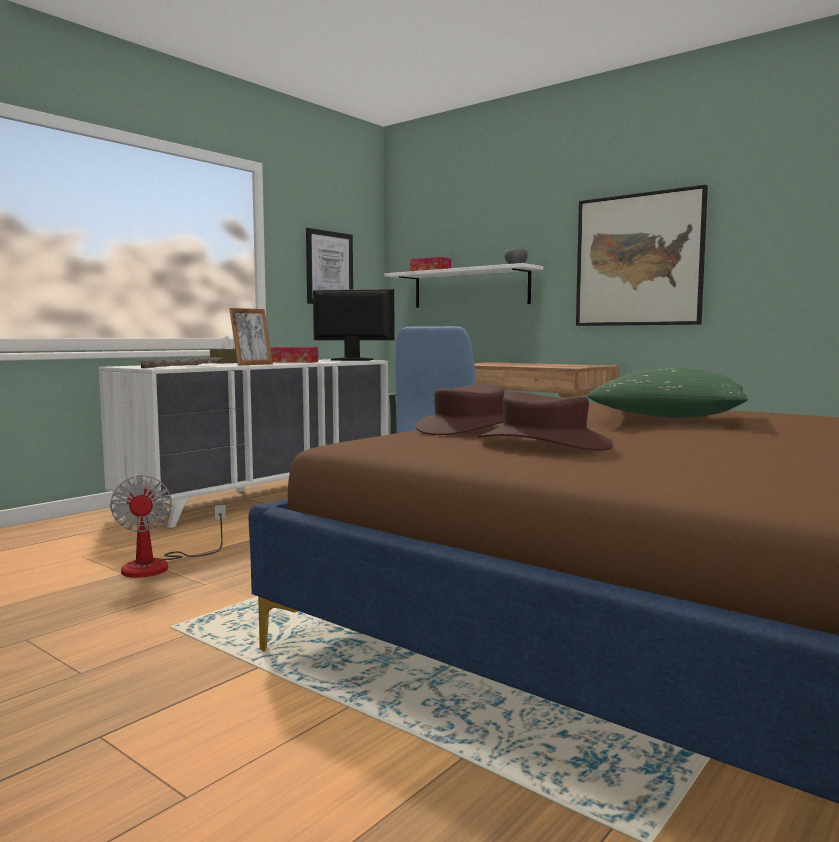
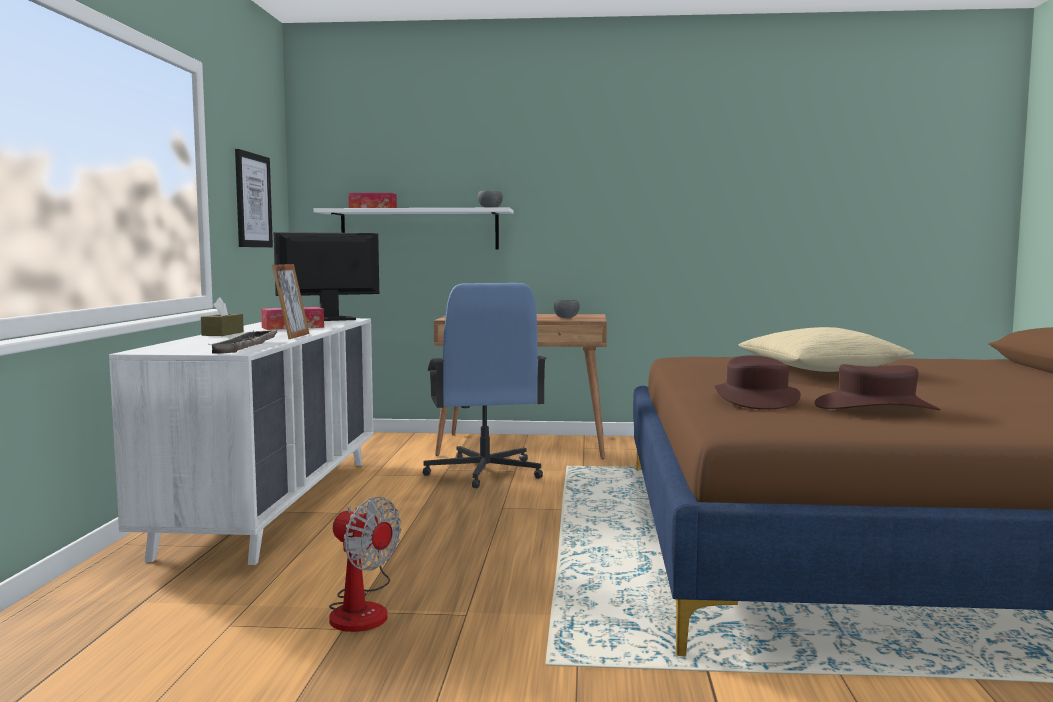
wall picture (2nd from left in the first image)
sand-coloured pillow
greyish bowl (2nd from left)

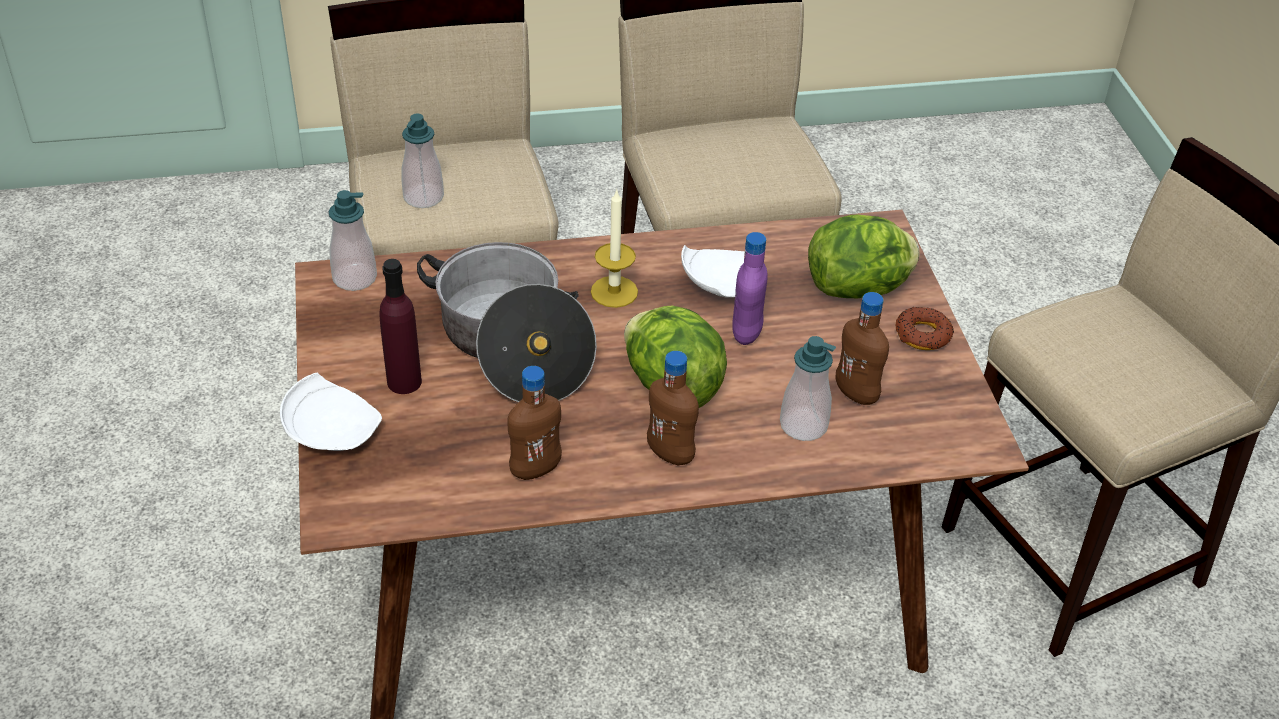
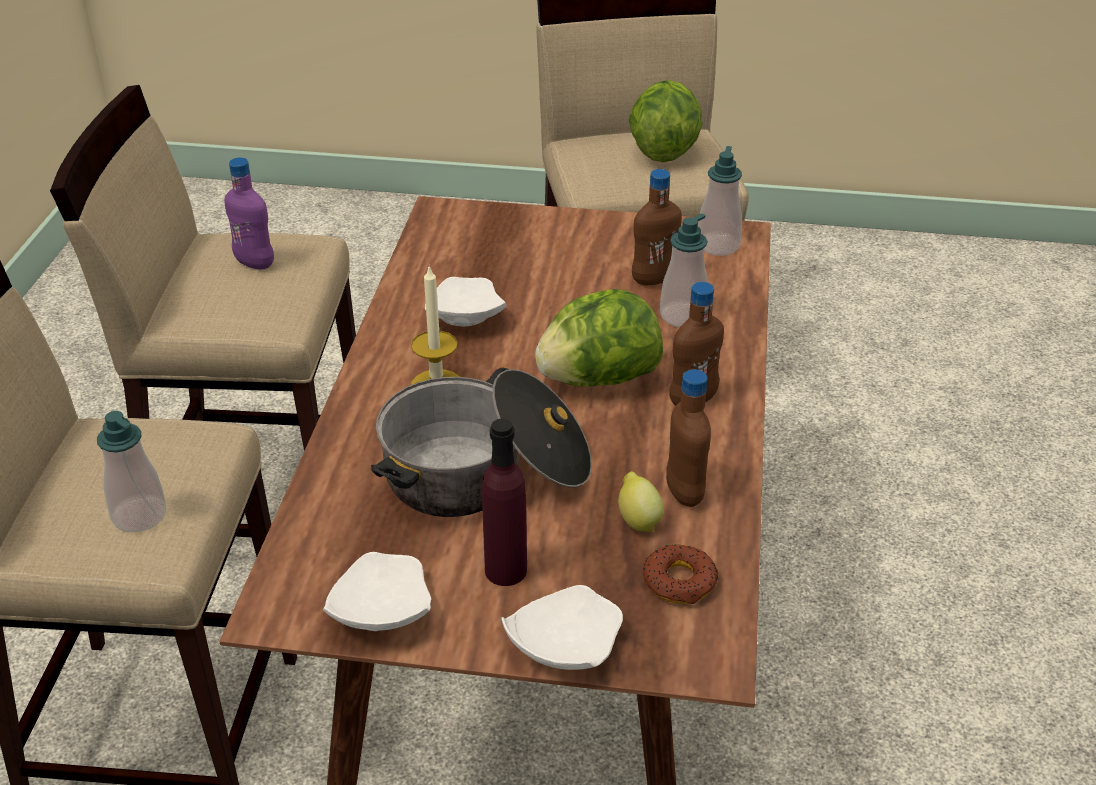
liquid soap bottle (3rd from left)
head of lettuce (2nd from left)
purple drink bottle (1st from left)
doughnut
lemon
whitish plate (1st from left)

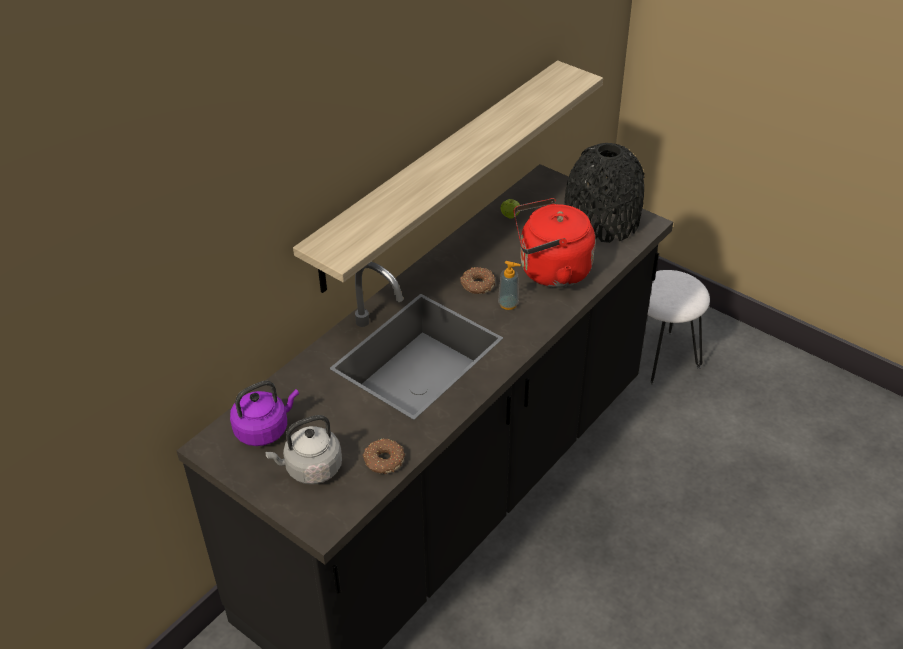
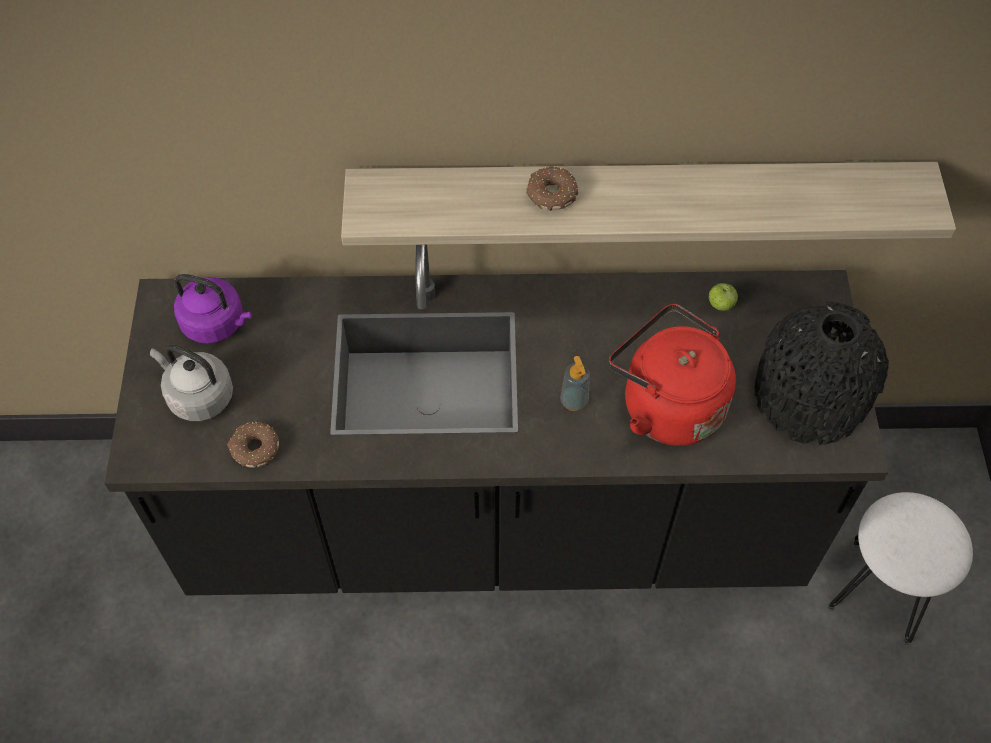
doughnut (2nd from left)

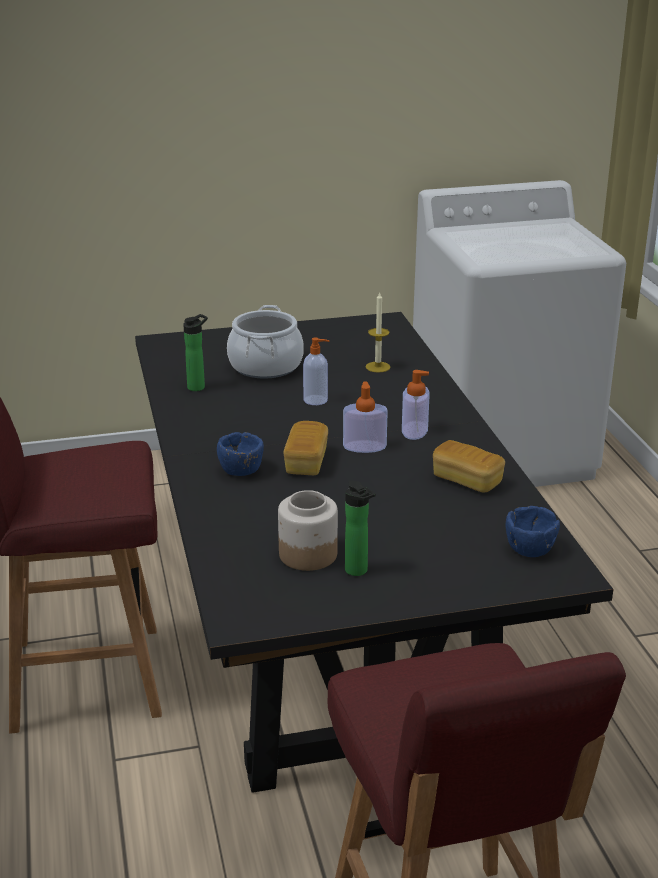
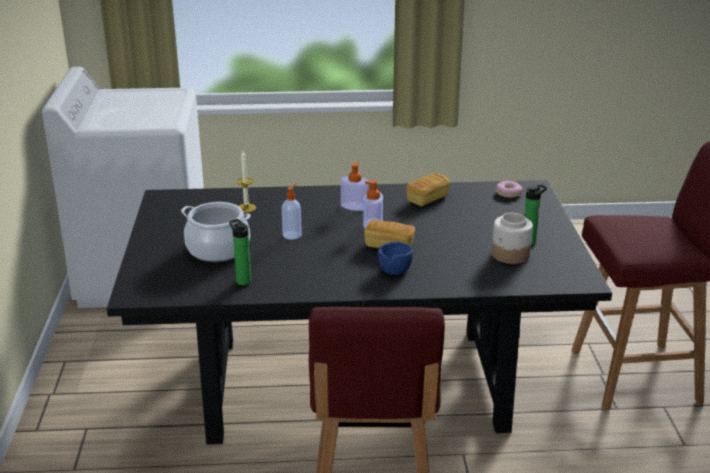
doughnut

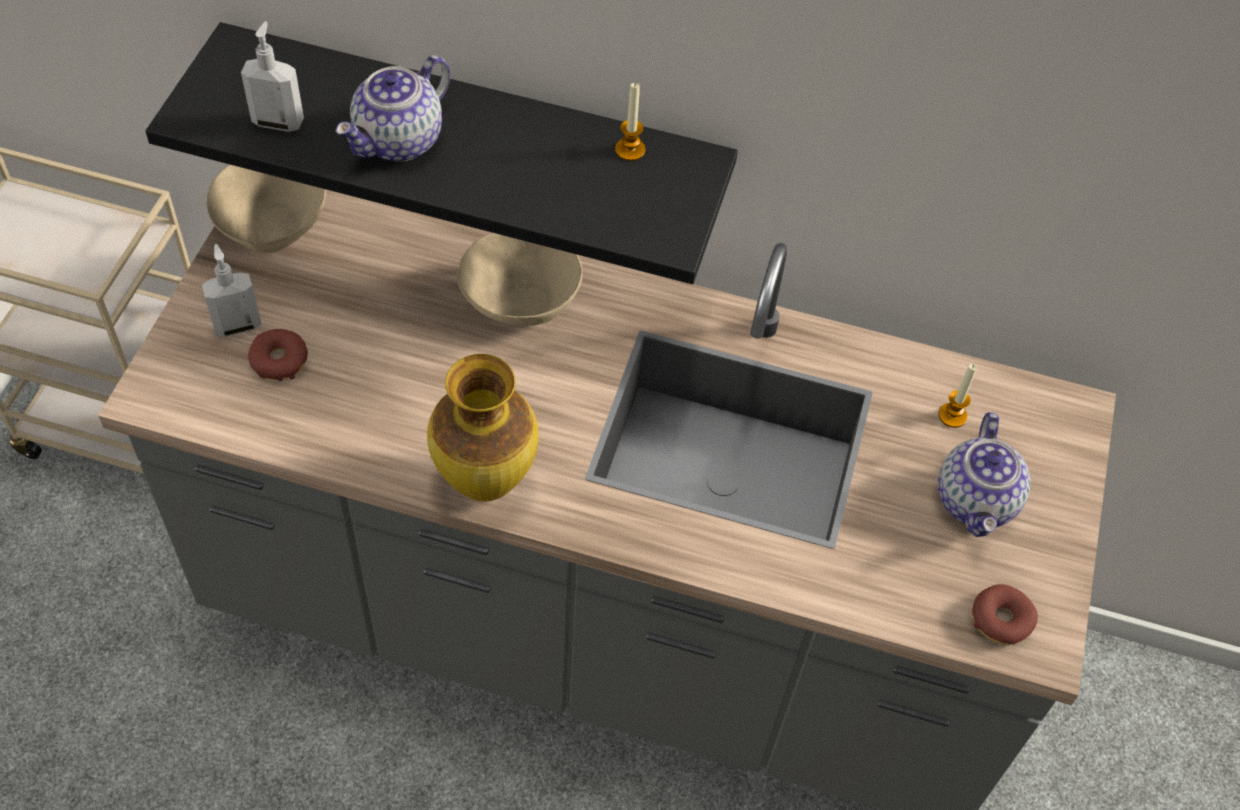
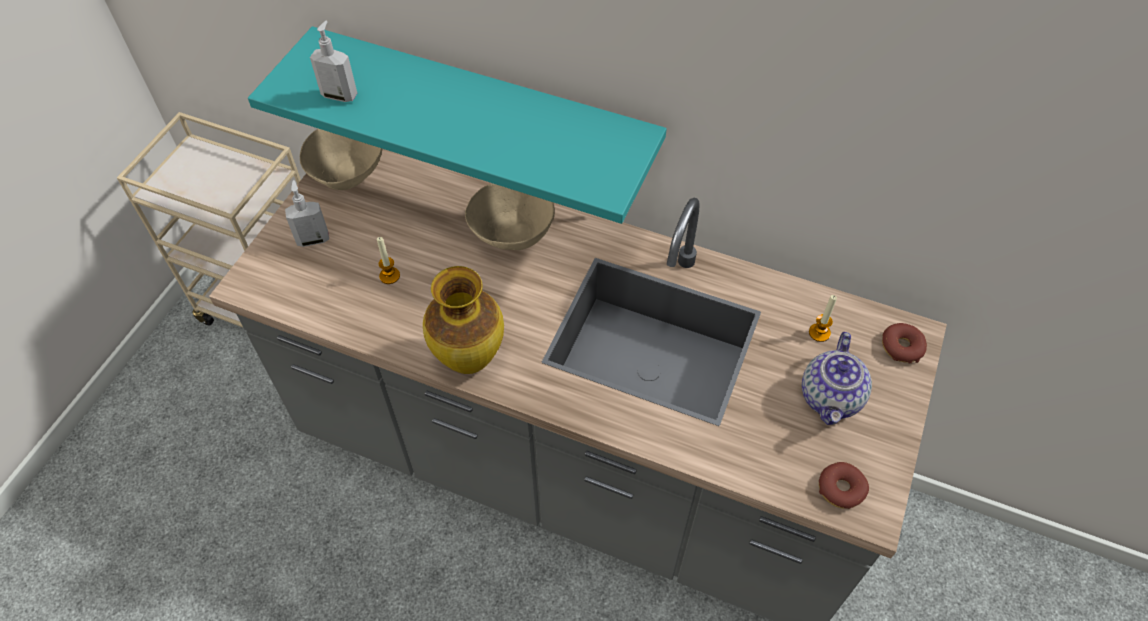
blue-green bracket shelf
pot for tea (1st from left in the first image)
wax light (1st from left)
doughnut (2nd from left)

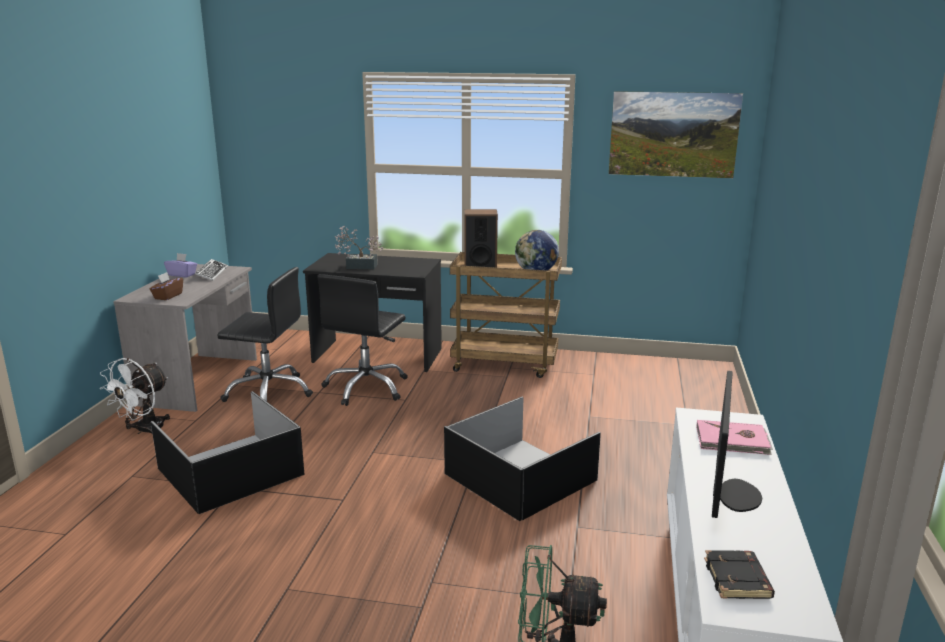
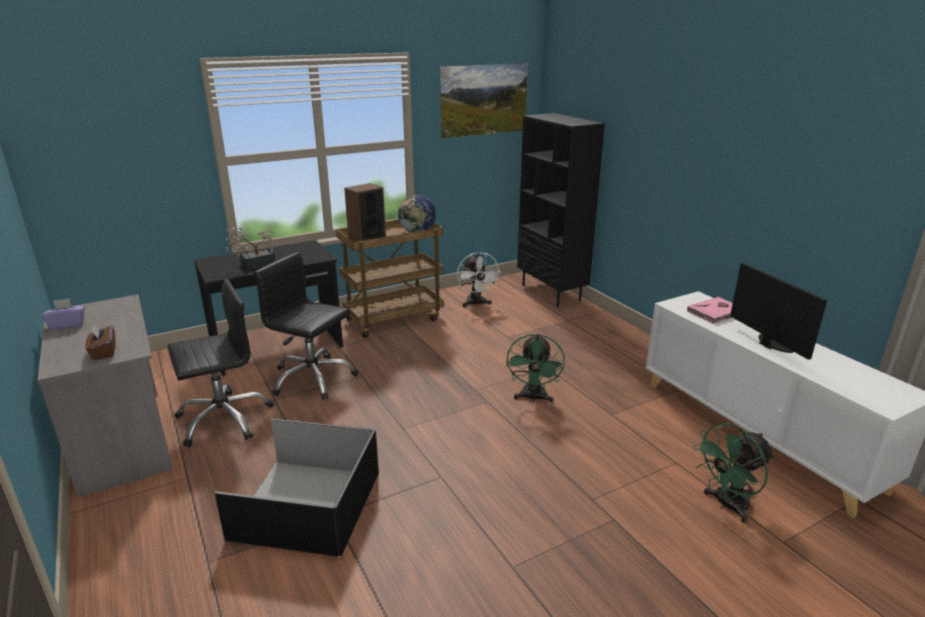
PC keyboard
blackish office chair (2nd from left)
whitish electric fan
greenish electric fan (1st from left)
blackish book
blackish shelving unit

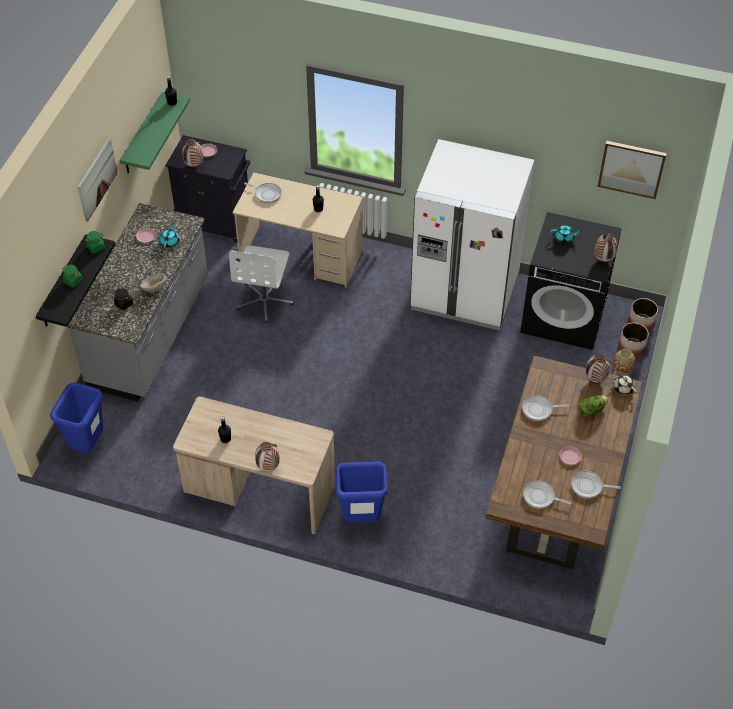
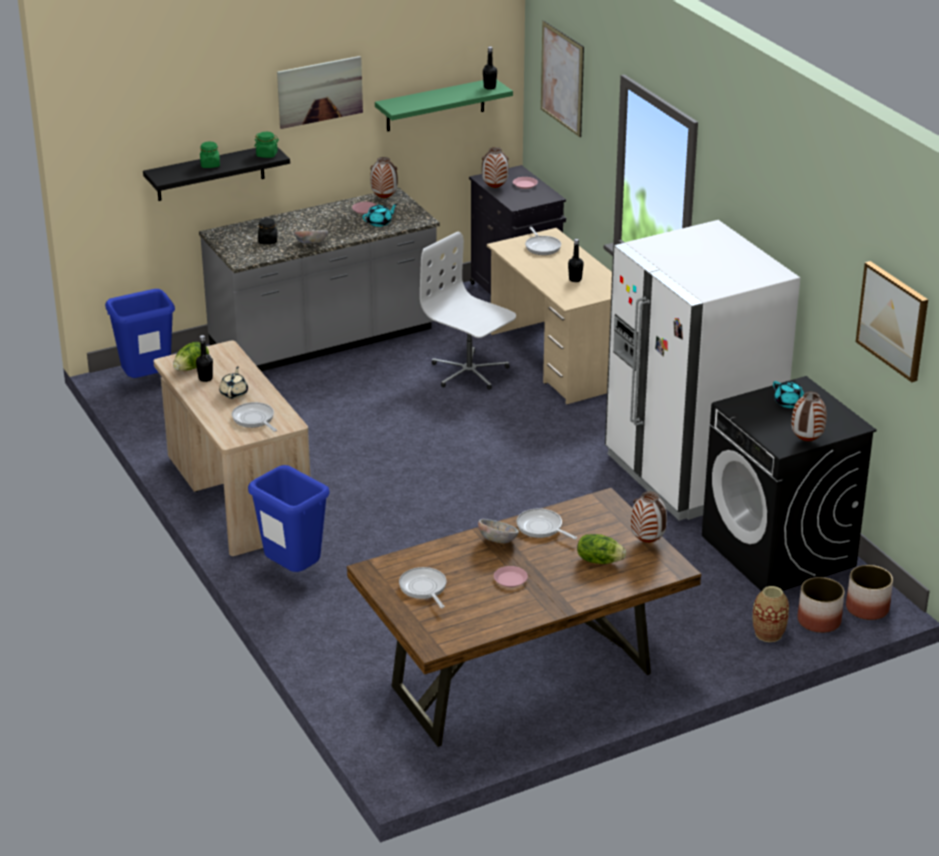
whitish office chair
sand-coloured pot for tea
decorative vase (1st from left)
frying pan (1st from left)
wall picture (2nd from left)
head of lettuce (1st from left)
bowl (2nd from left)

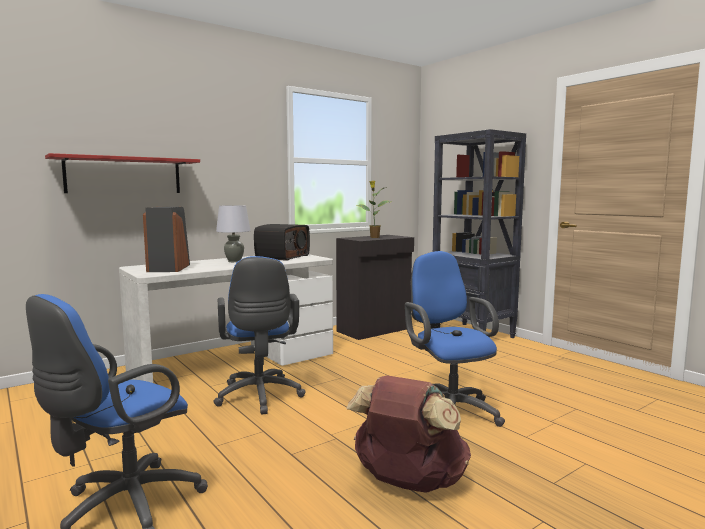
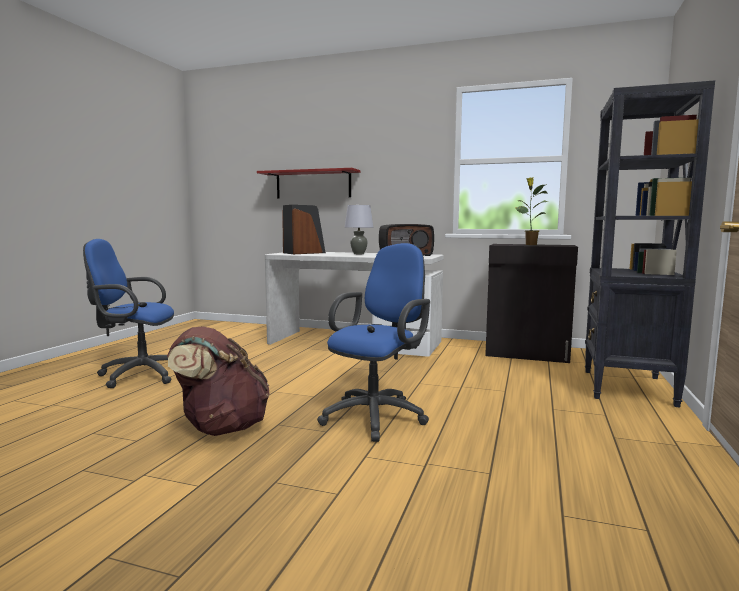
blue office chair (2nd from left in the first image)

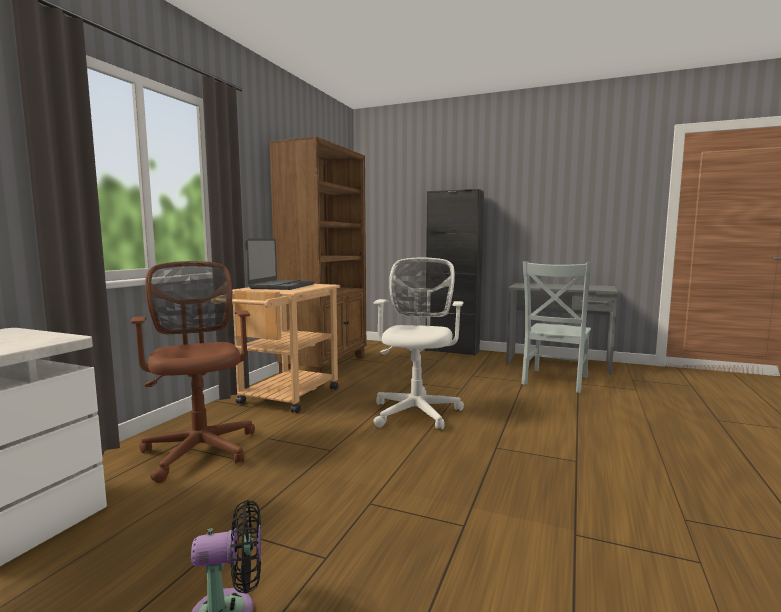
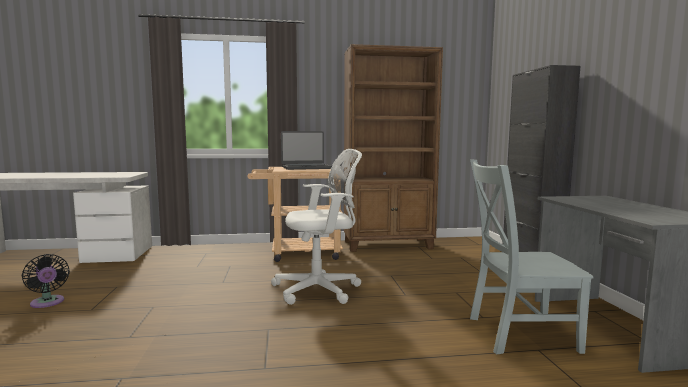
brownish office chair

